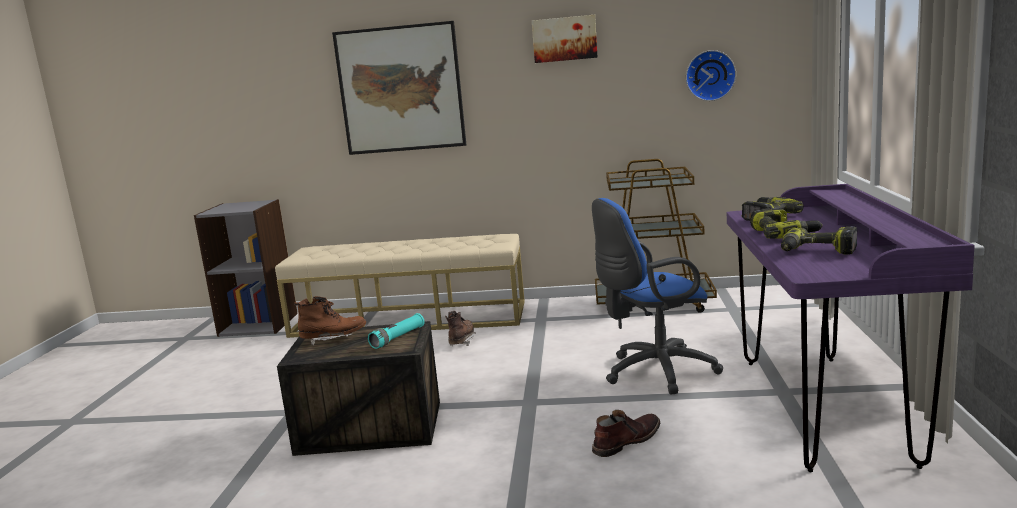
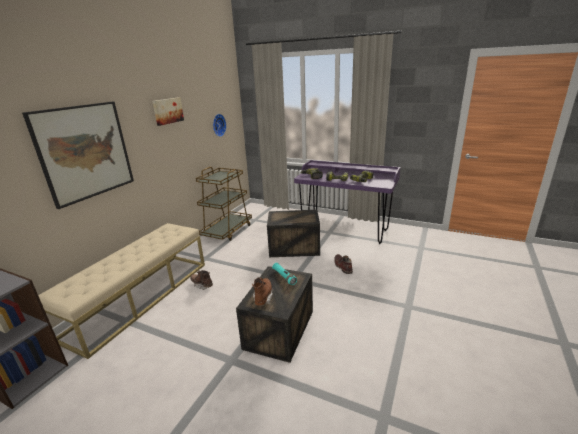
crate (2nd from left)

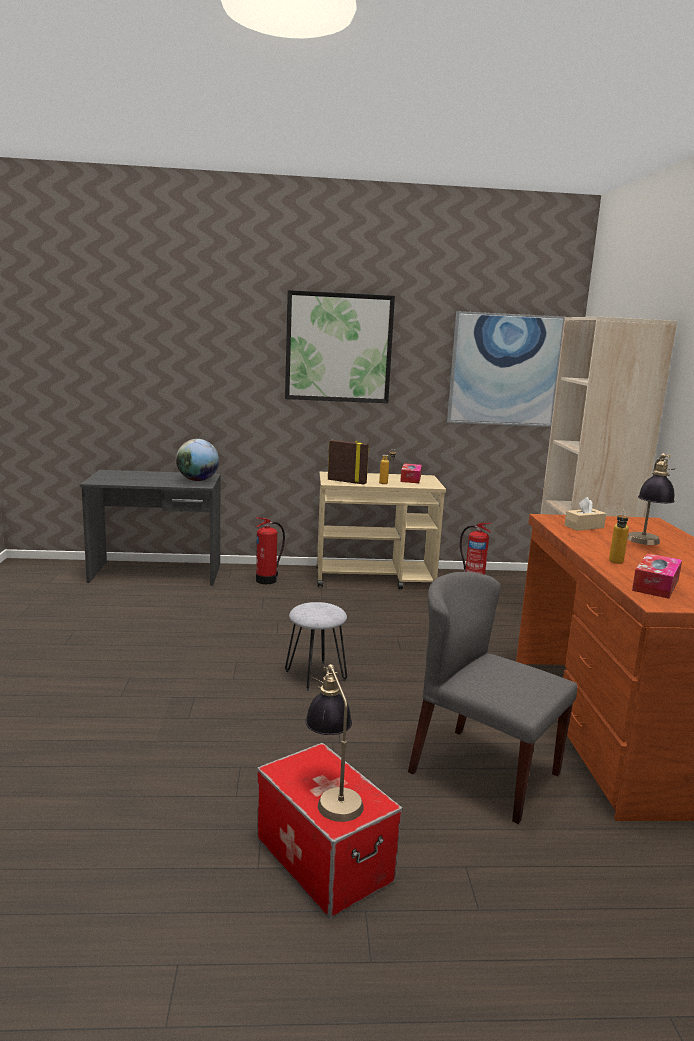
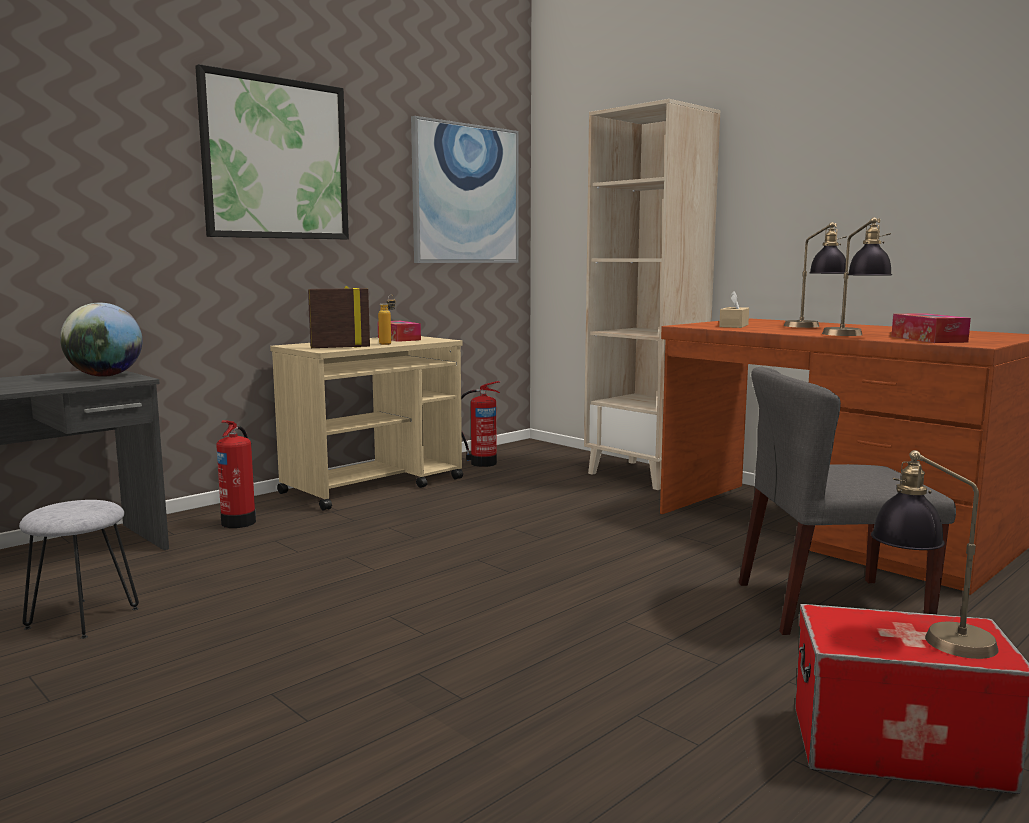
lamp for a table (2nd from left)
greyish sitting stool

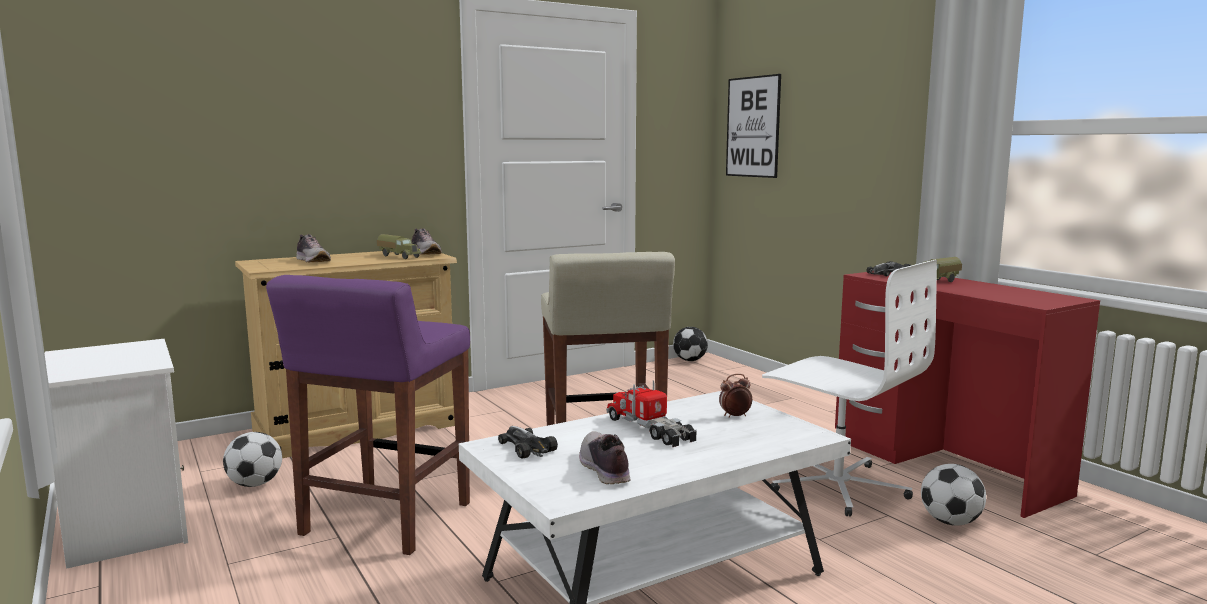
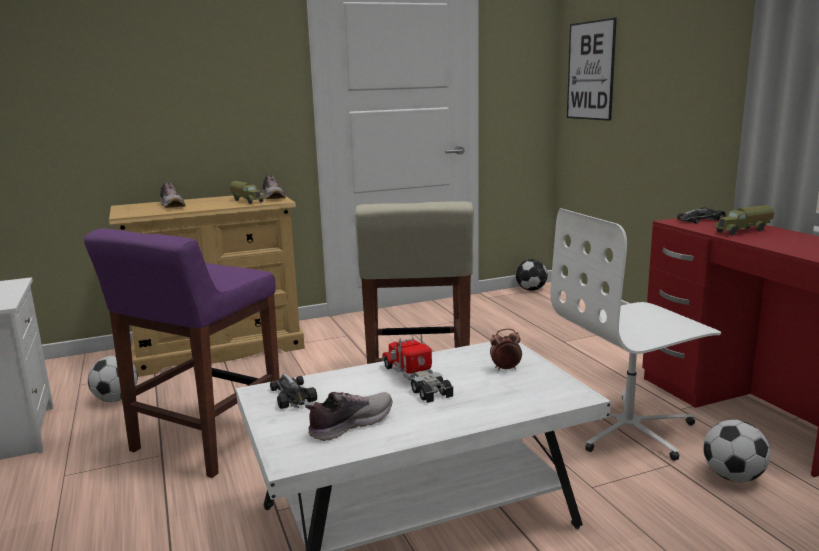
whitish office chair
item of footwear (3rd from left)

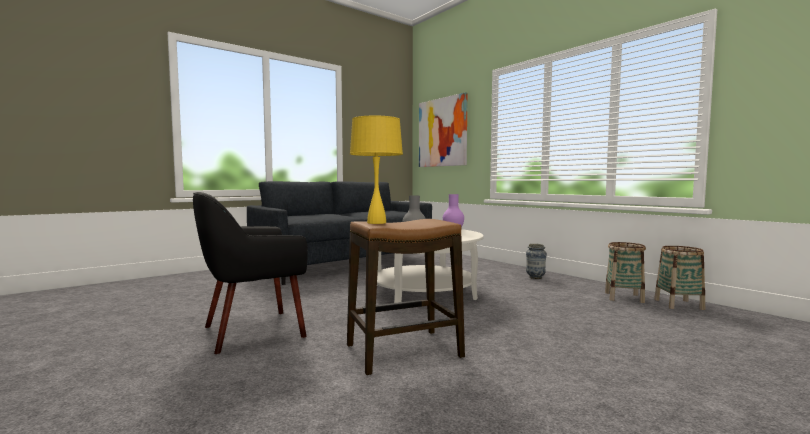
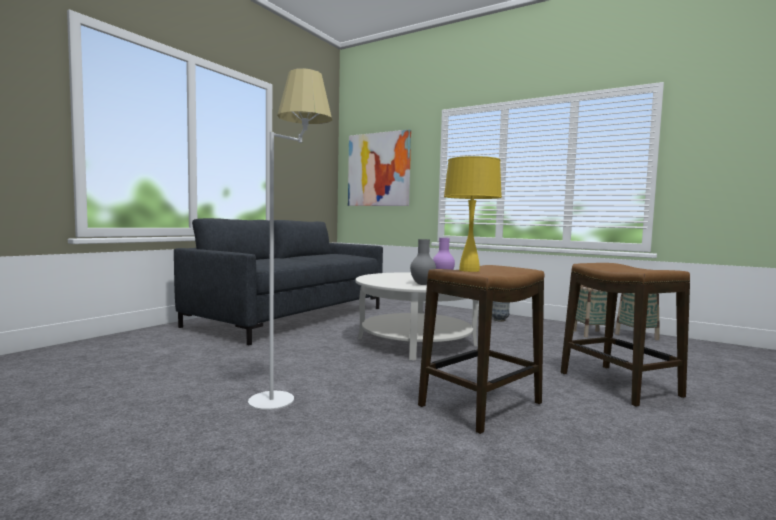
whitish standard lamp
sitting stool (2nd from left)

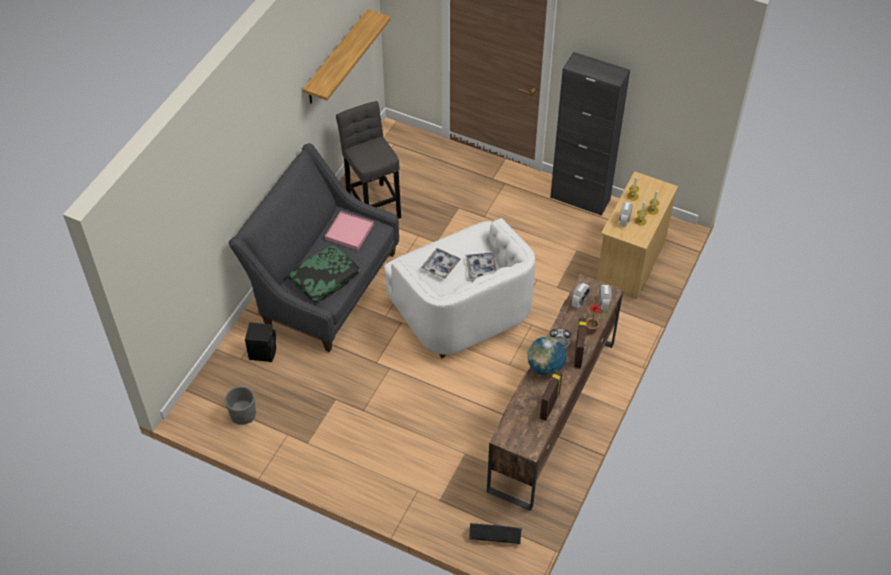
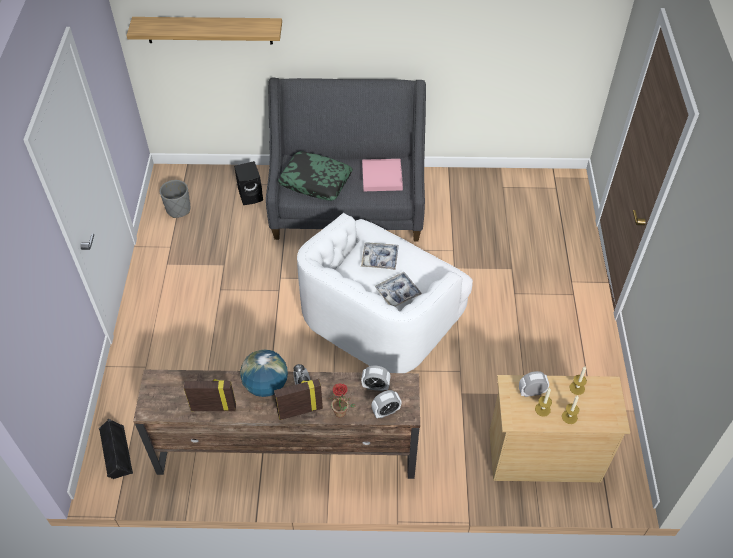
bracket shelf
blackish storage cabinet
greyish sitting stool

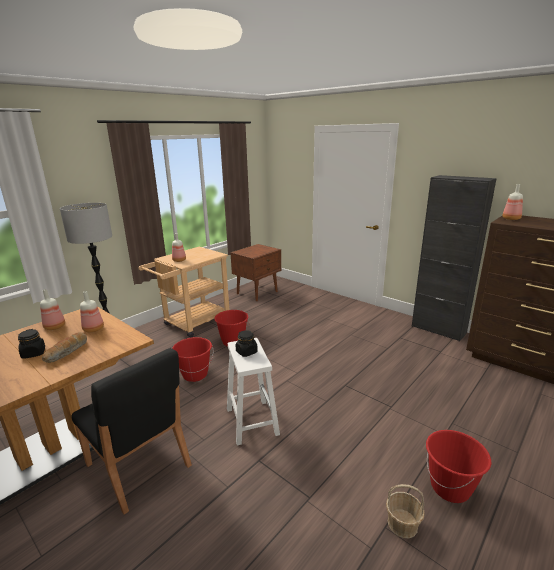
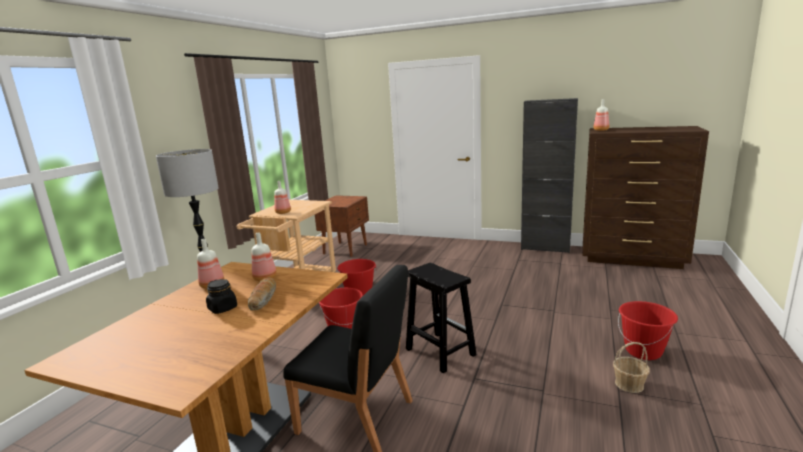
blackish jar (2nd from left in the first image)
blackish sitting stool

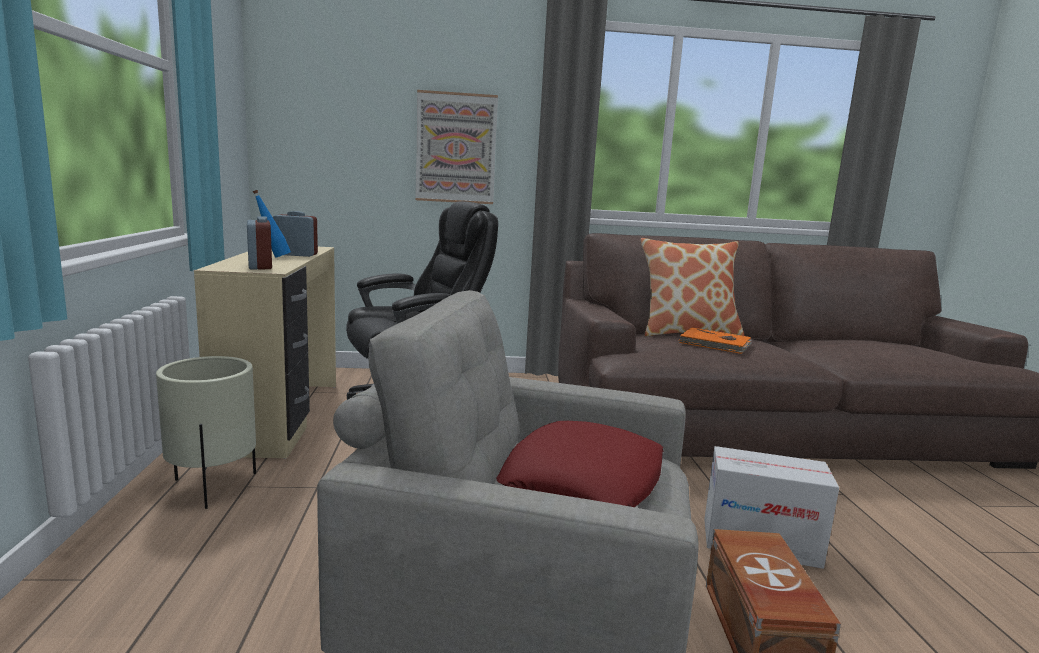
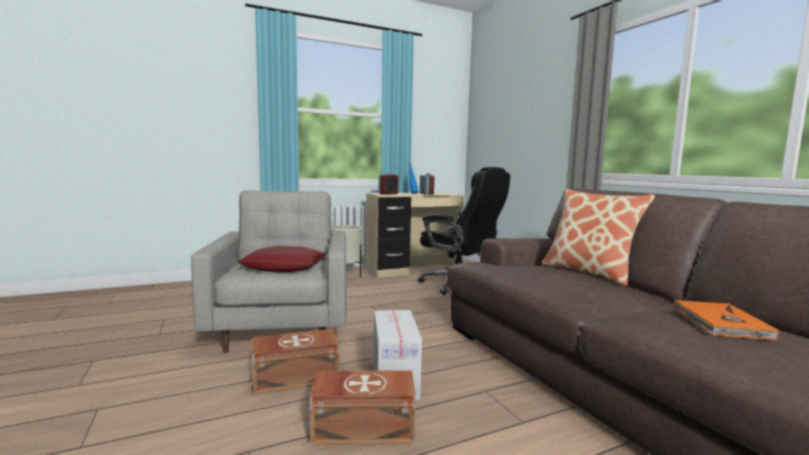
wall picture
orangey book
brownish storage container (2nd from left)

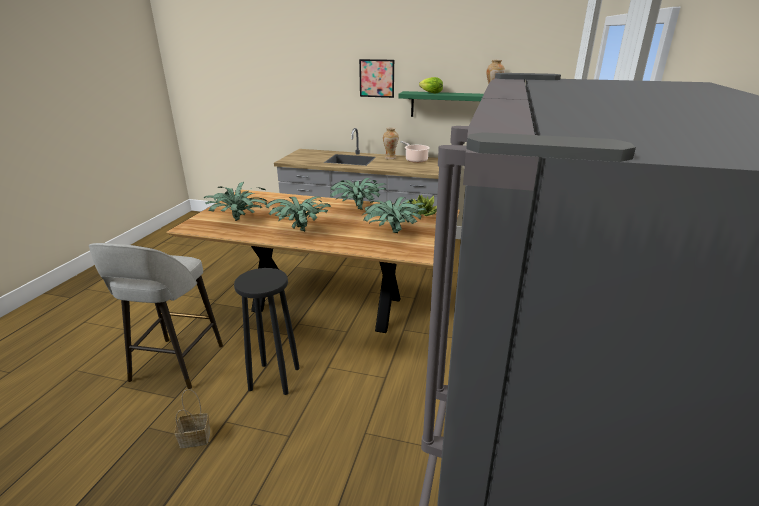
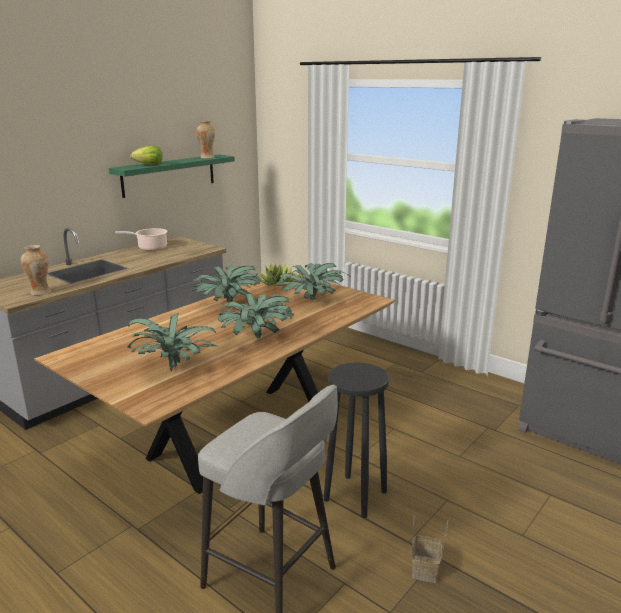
wall picture
decorative vase (1st from left)

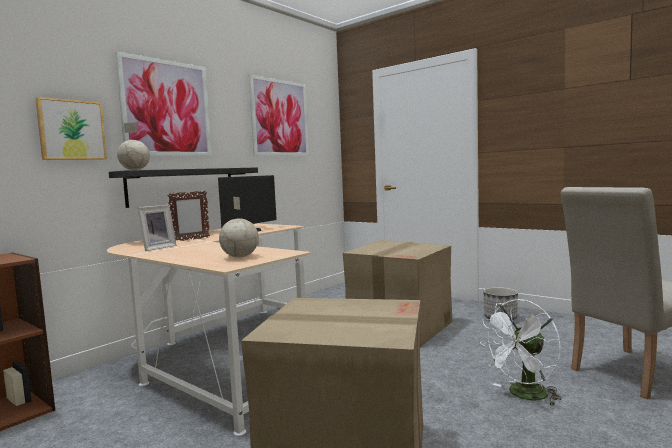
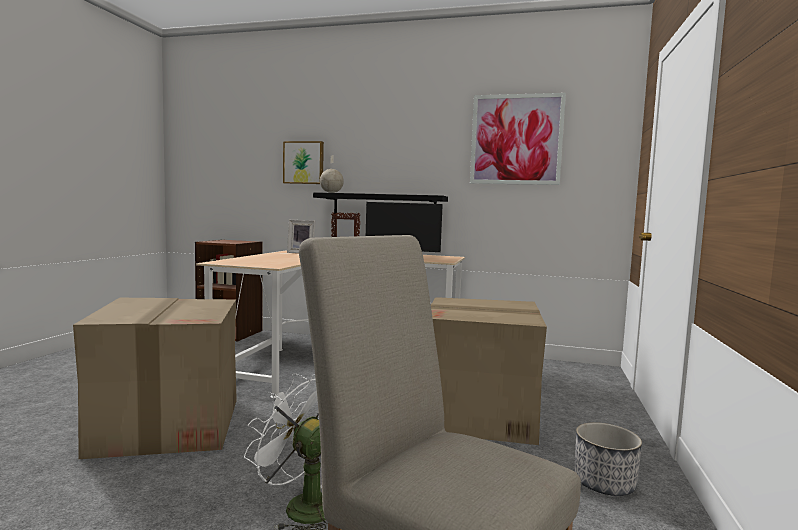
wall picture (2nd from left in the first image)
world globe (2nd from left in the first image)

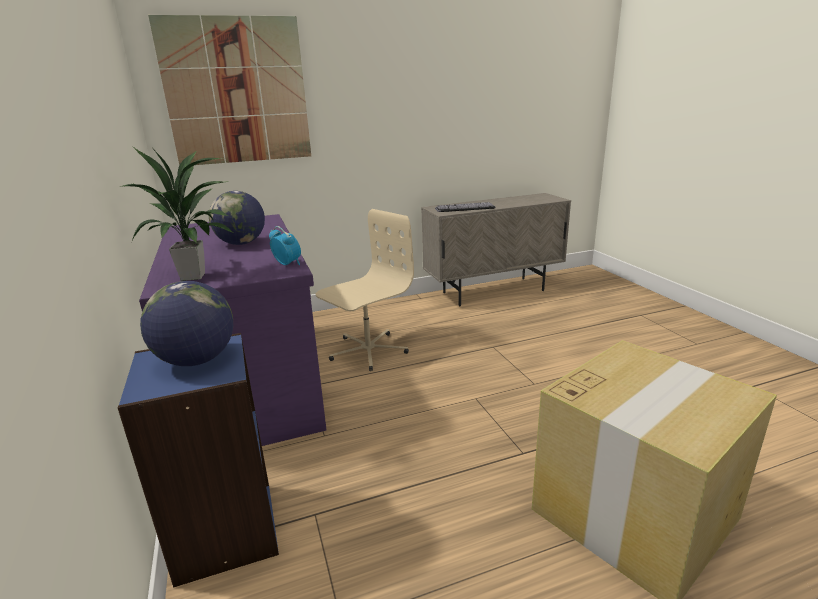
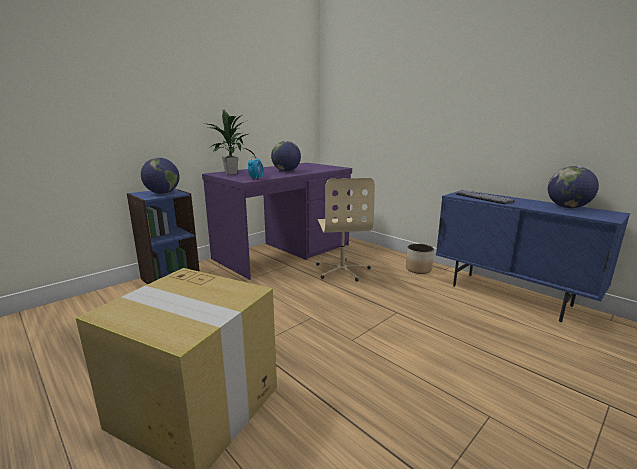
wall picture
blue storage cabinet
sand-coloured office chair
world globe (3rd from left)
plant pot

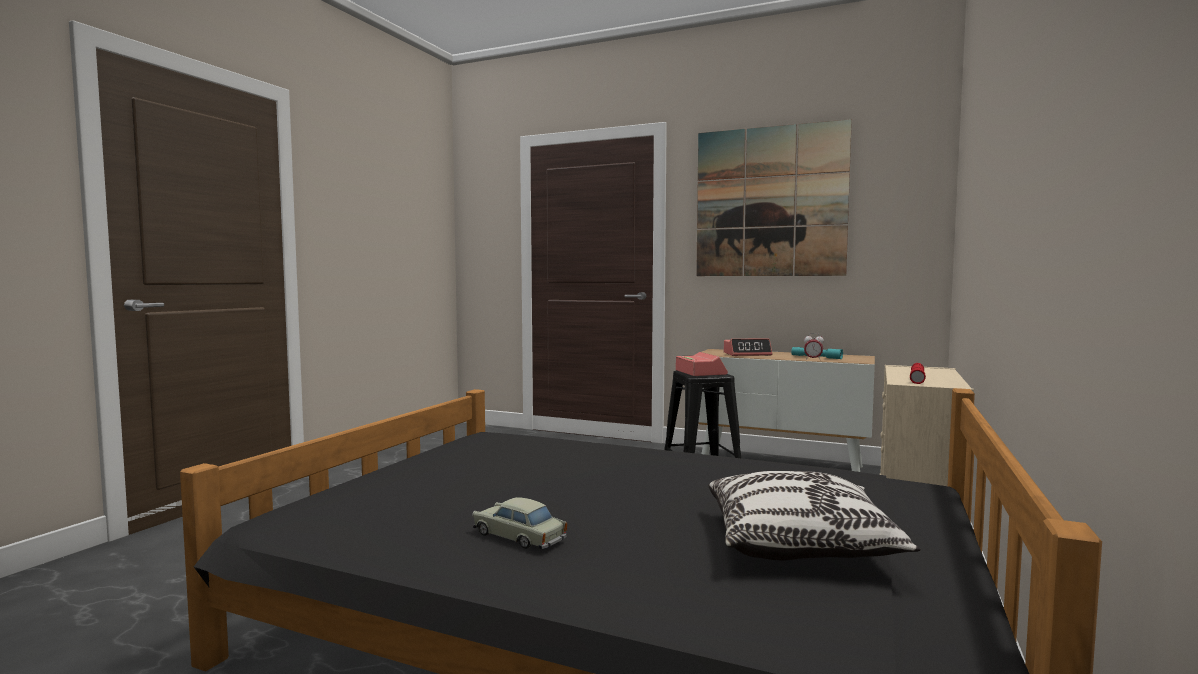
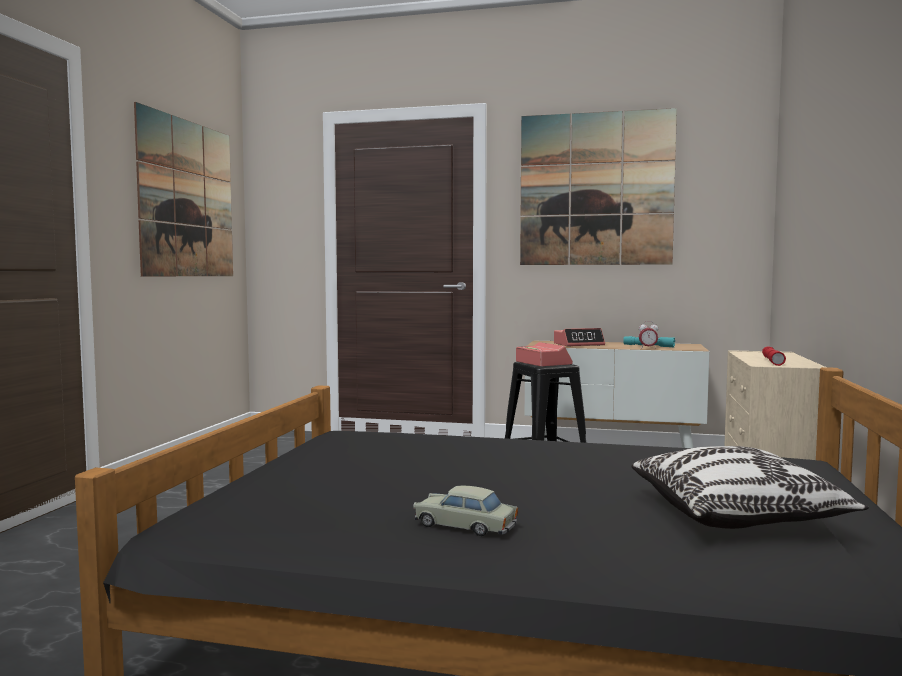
wall picture (1st from left)

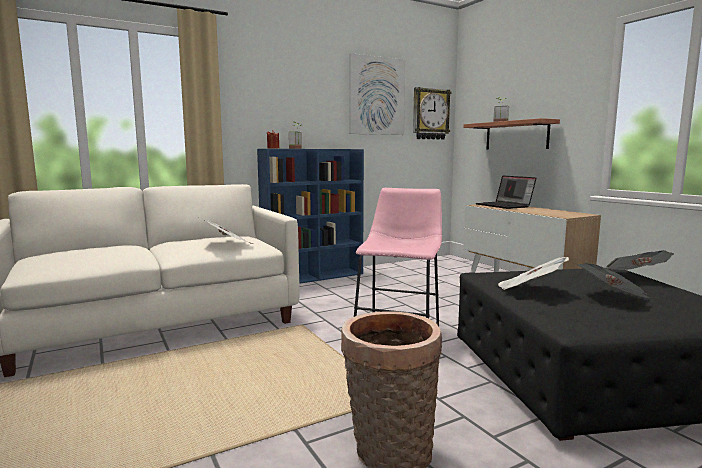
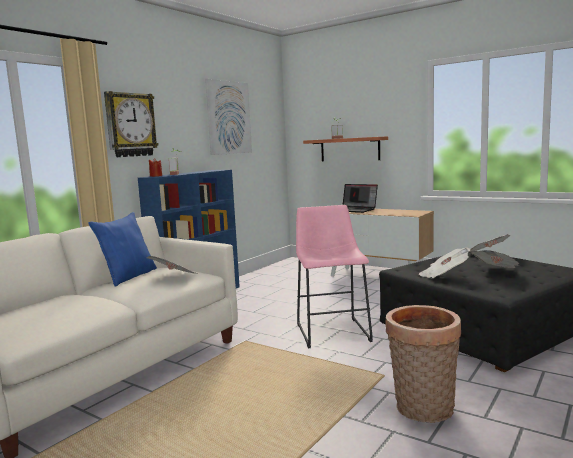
wall clock
blue pillow

